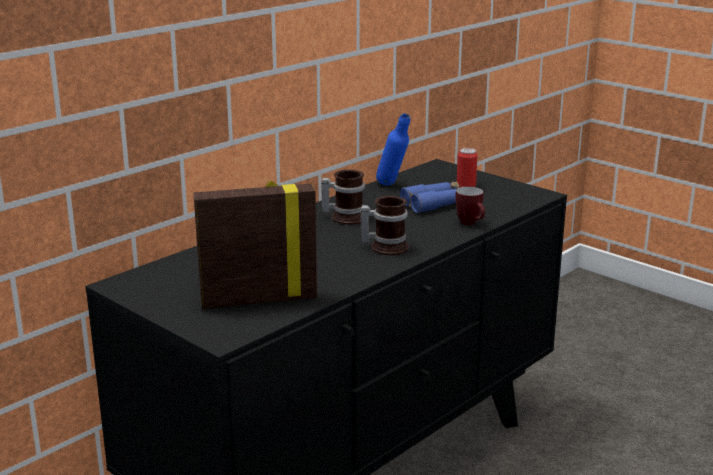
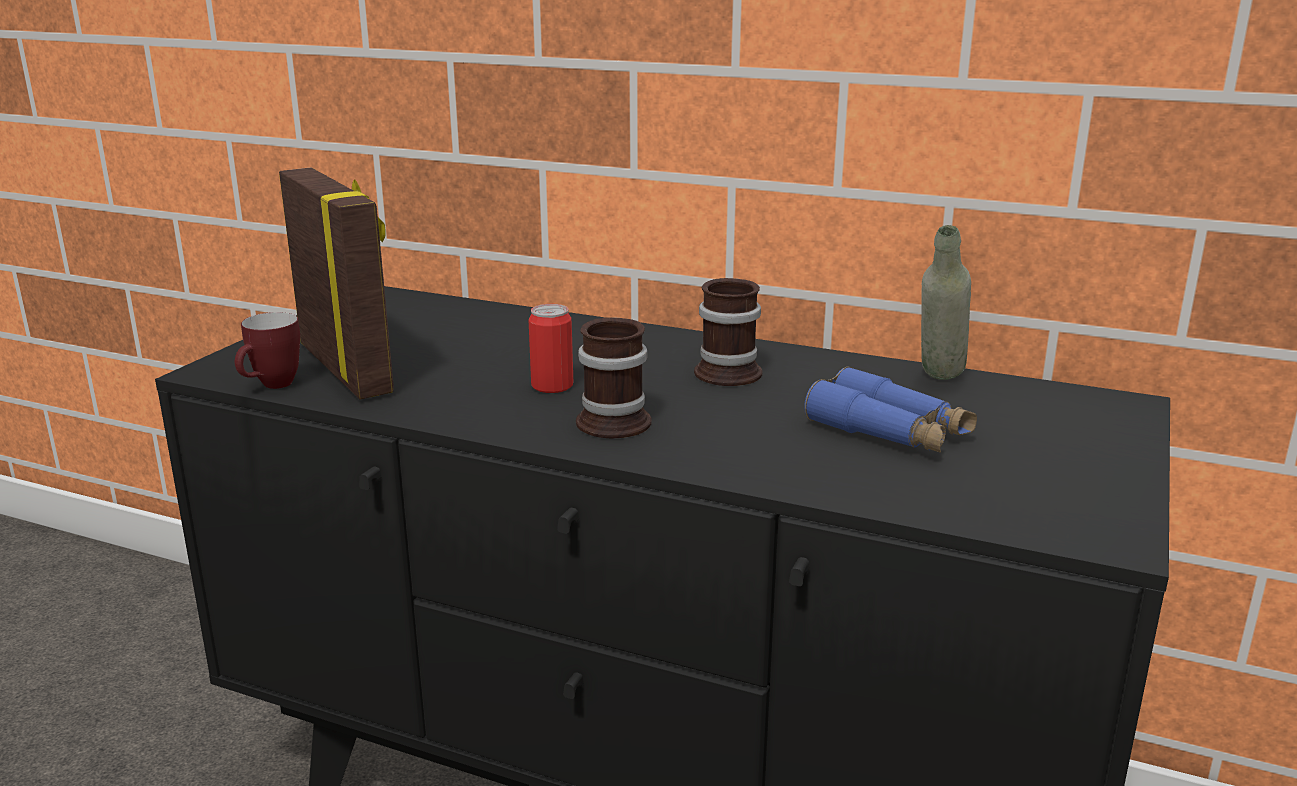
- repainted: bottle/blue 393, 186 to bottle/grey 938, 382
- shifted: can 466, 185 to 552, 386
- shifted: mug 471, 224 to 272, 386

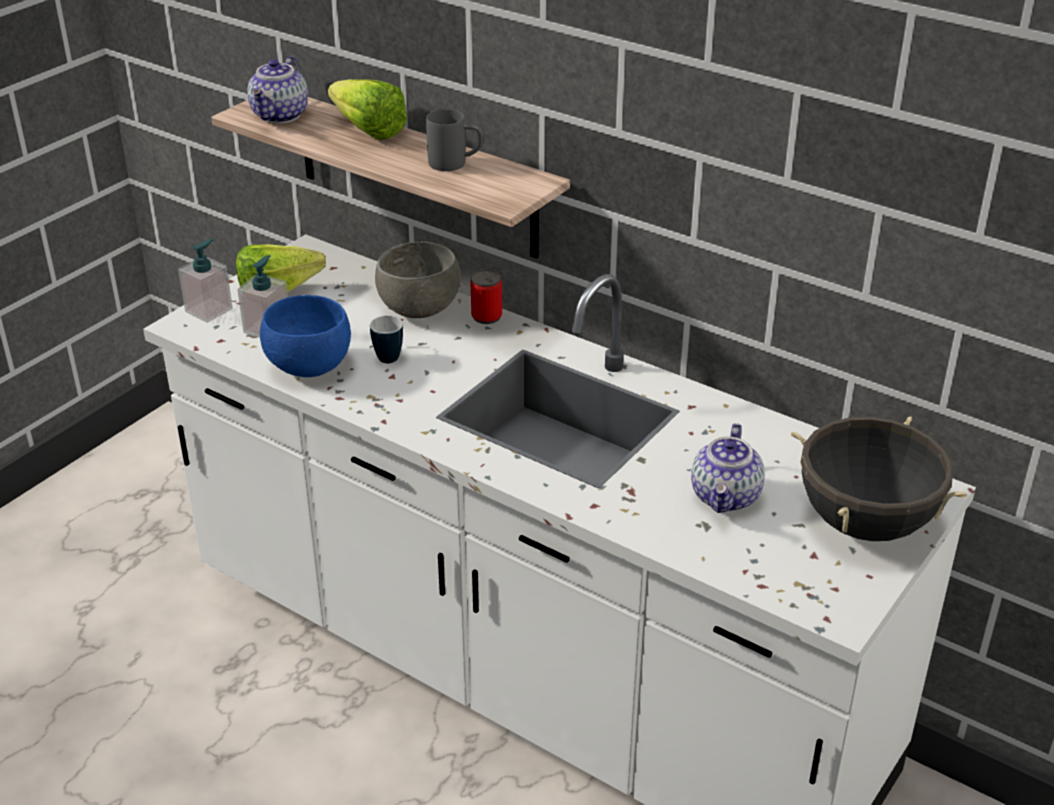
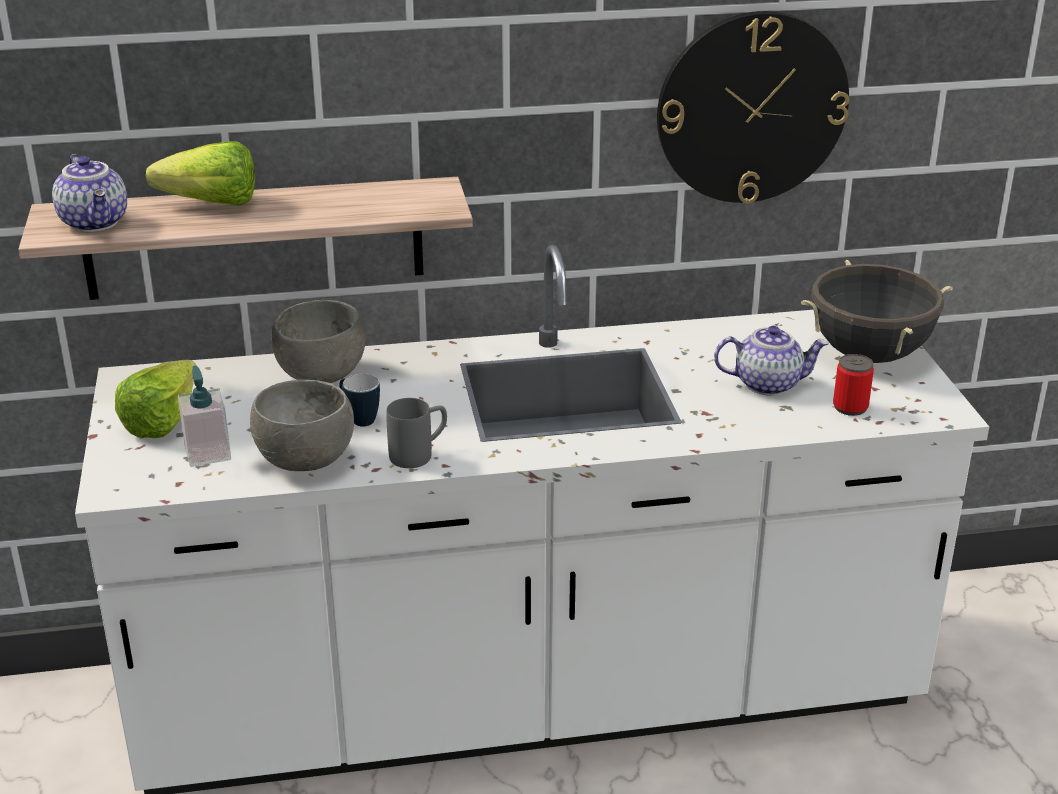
- shifted: mug/grey 456, 164 to 419, 454
- gone: soap dispenser 209, 310
- shifted: can 486, 316 to 850, 407
- repainted: bowl/blue 310, 368 to bowl/grey 307, 461
- rotated: teapot 726, 497 = 768, 383 60 degrees counterclockwise
- new: wall clock 752, 108

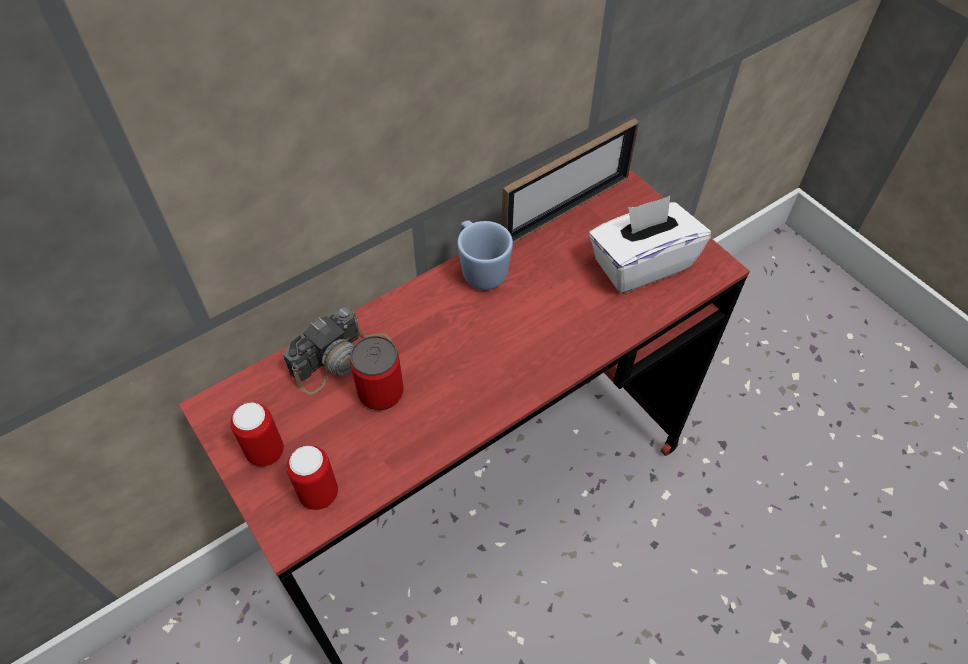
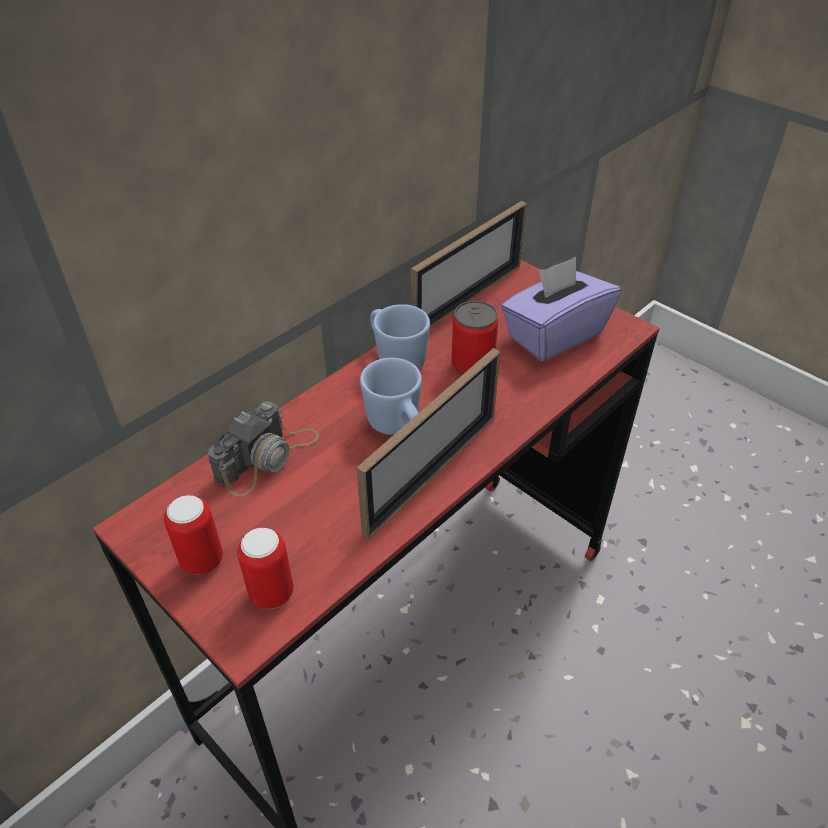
- repainted: tissue box/white 641, 264 to tissue box/purple 554, 335
- shifted: can 381, 392 to 472, 365
- new: picture frame 432, 472
- new: mug/blue 397, 427

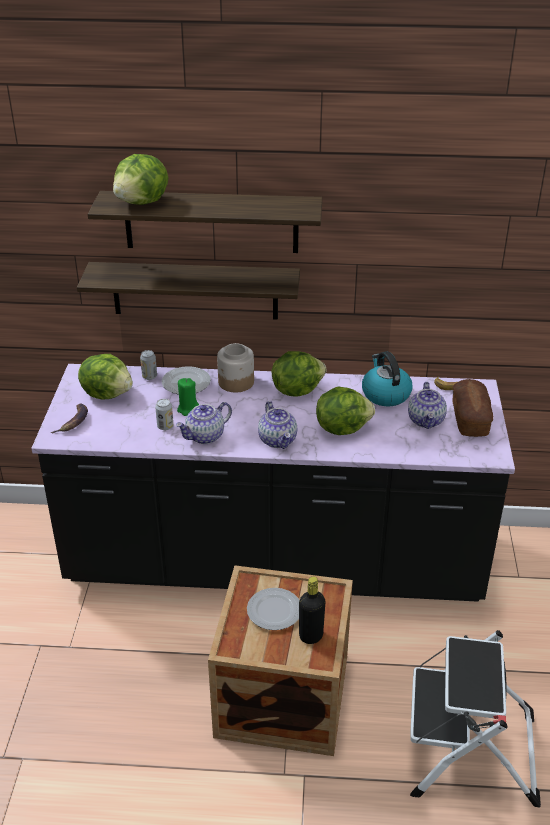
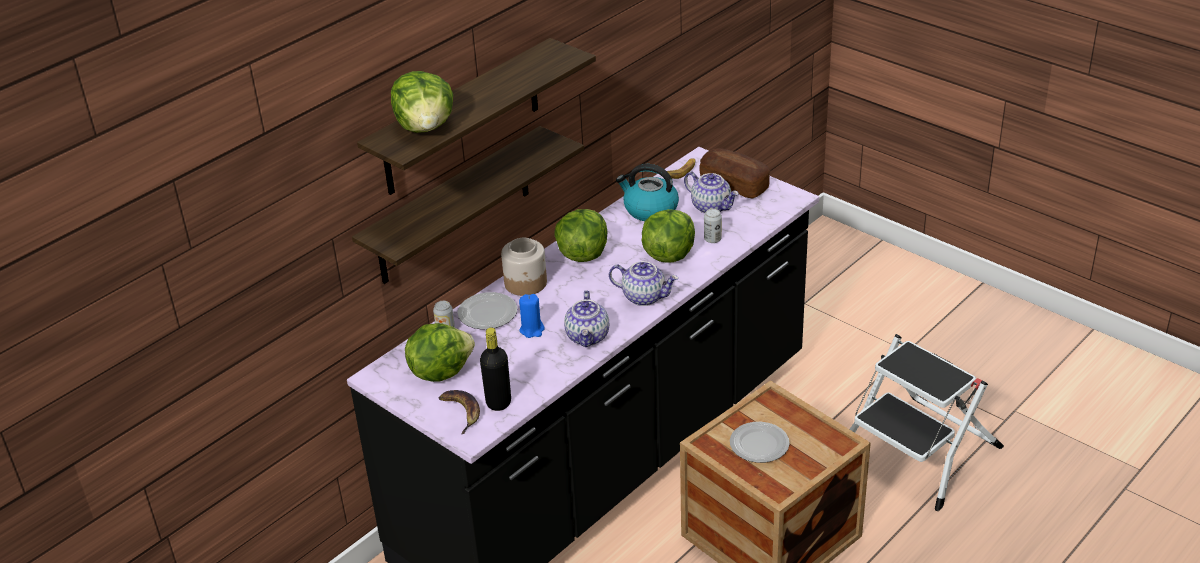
- repainted: candle/green 188, 409 to candle/blue 532, 330
- shifted: can 165, 426 to 712, 239
- shifted: bottle/black 311, 636 to 498, 402

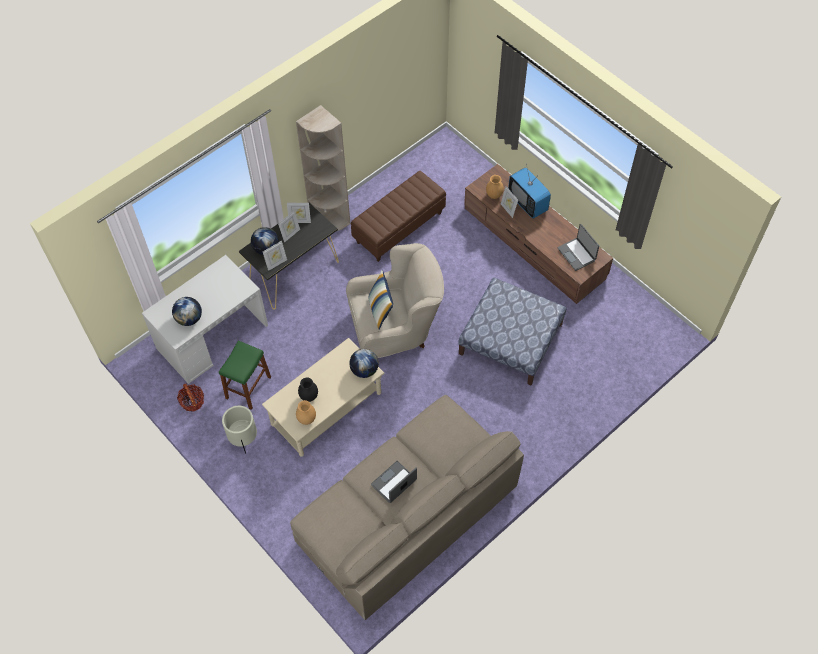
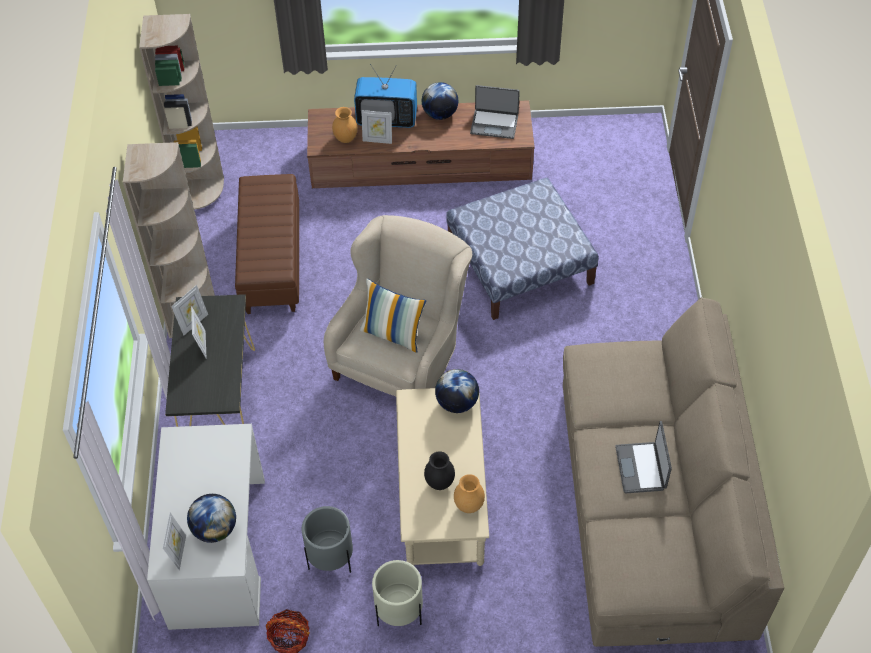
- shifted: globe 266, 249 to 440, 114
- shifted: picture frame 276, 263 to 178, 552
- swapped: stool/green 248, 387 to planter/grey 331, 560
- new: bookcase/beige 201, 197

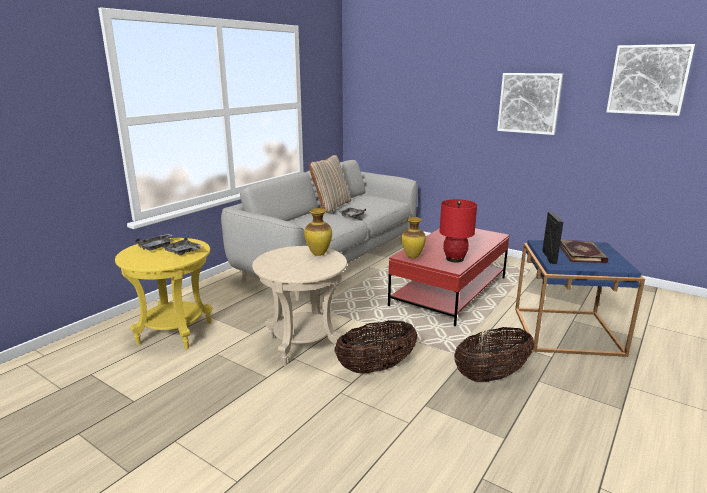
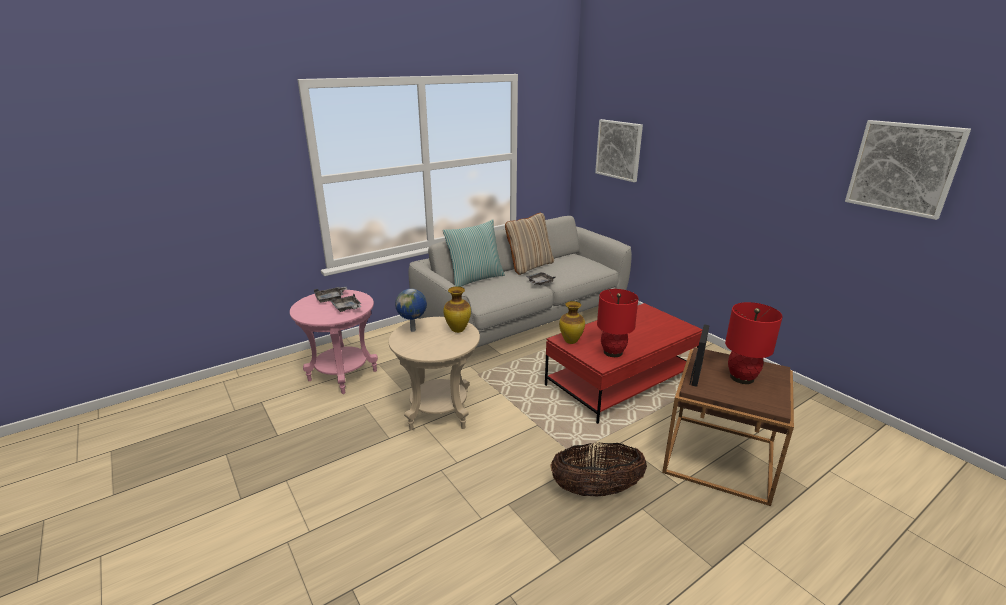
- shifted: picture 529, 103 to 619, 150
- repainted: side table/yellow 175, 332 to side table/pink 342, 375
- repainted: side table/blue 566, 331 to side table/brown 719, 457
- swapped: book 582, 253 to table lamp/red 742, 378
- gone: basket 376, 367
- new: pillow 475, 279
- new: globe 413, 330

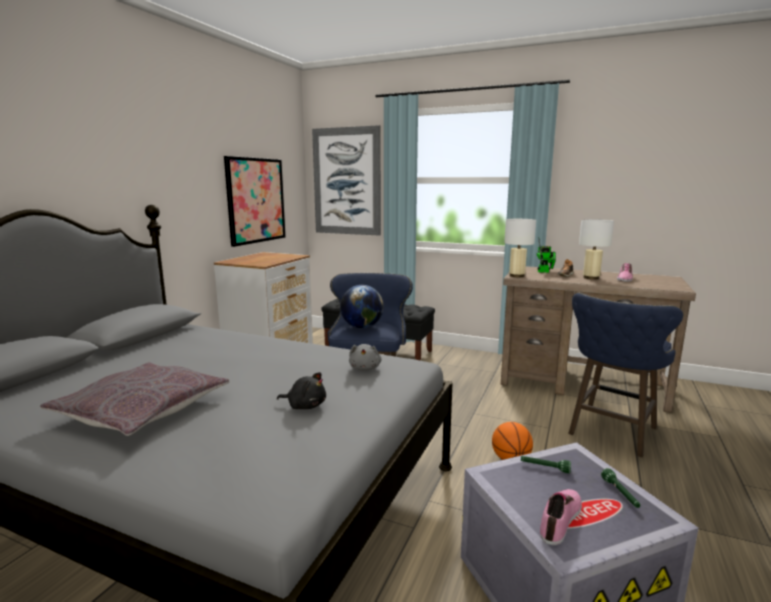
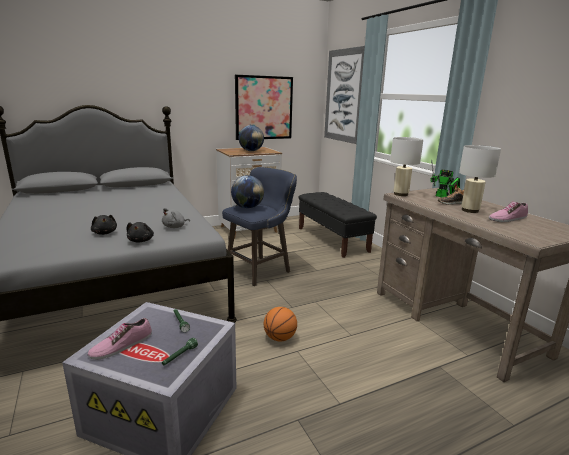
- gone: stool/blue 611, 432
- gone: pillow/grey 142, 410
- rotated: shoe 561, 520 = 121, 345 150 degrees clockwise
- new: globe 251, 151
- new: plush toy/black 141, 240

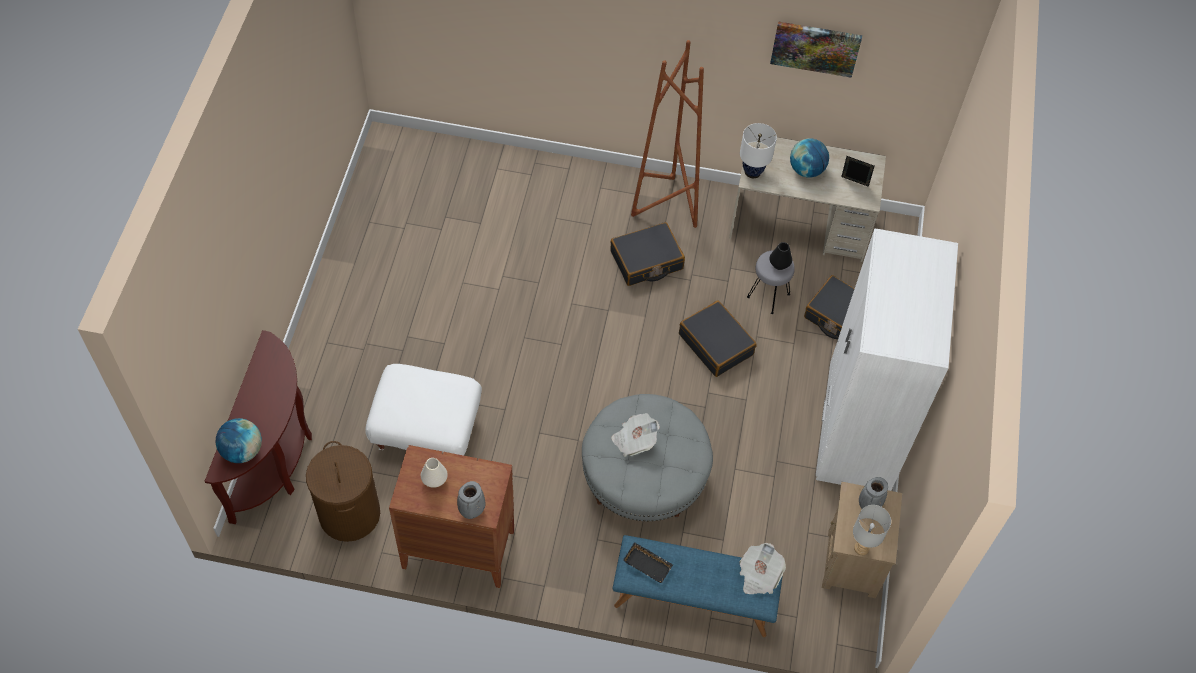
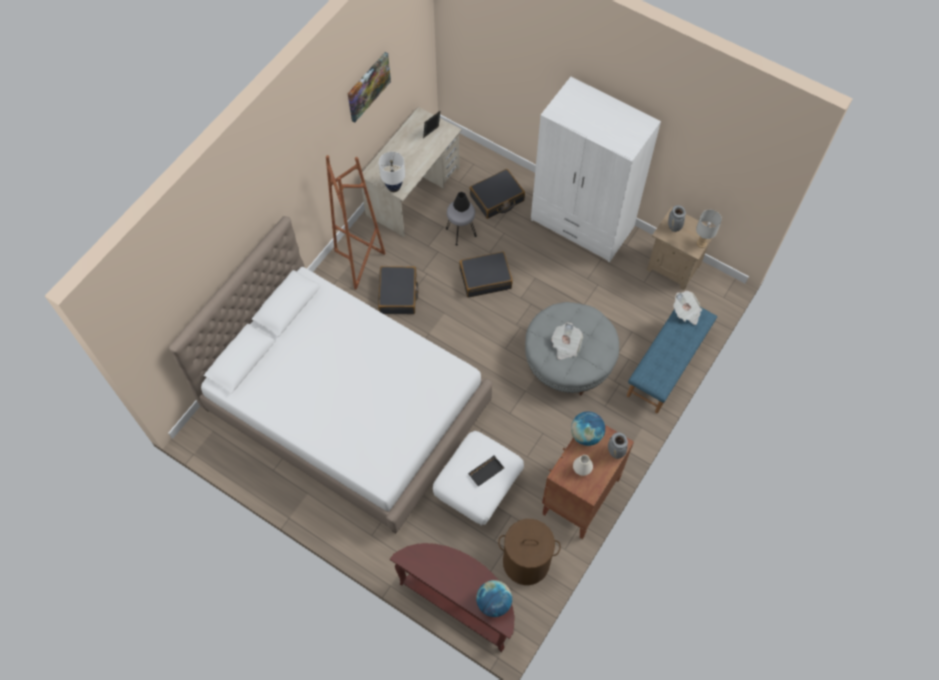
- shifted: globe 806, 170 to 586, 434
- shifted: tray/black 648, 564 to 486, 471
- new: bed/white 346, 405

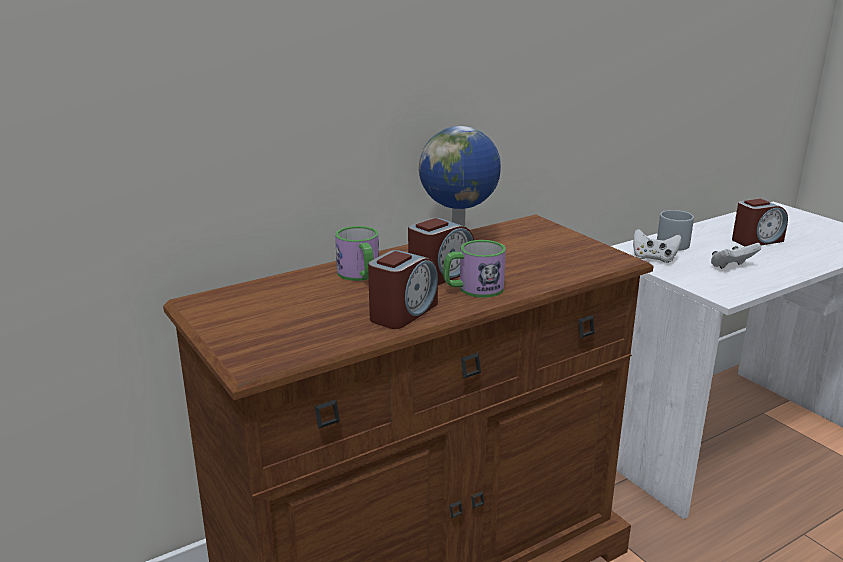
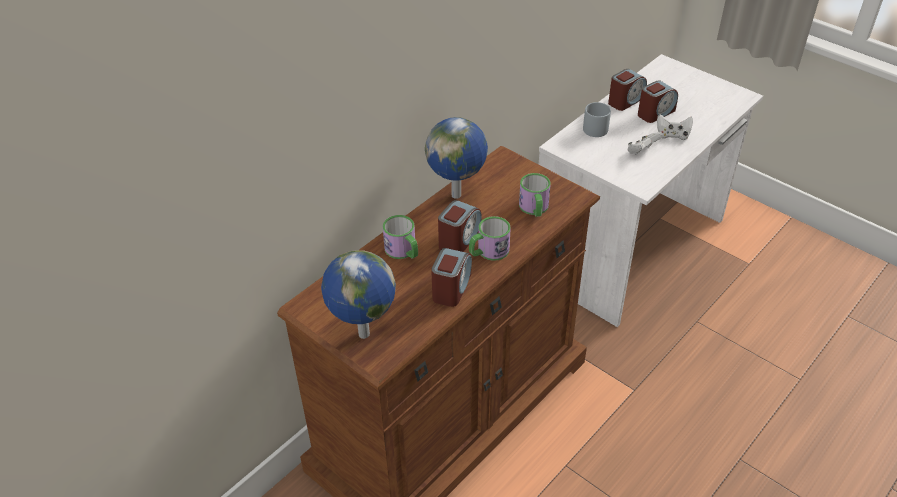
- shifted: game controller/white 653, 258 to 672, 135
- new: alarm clock 625, 101
- new: mug 534, 209
- new: globe 362, 334

